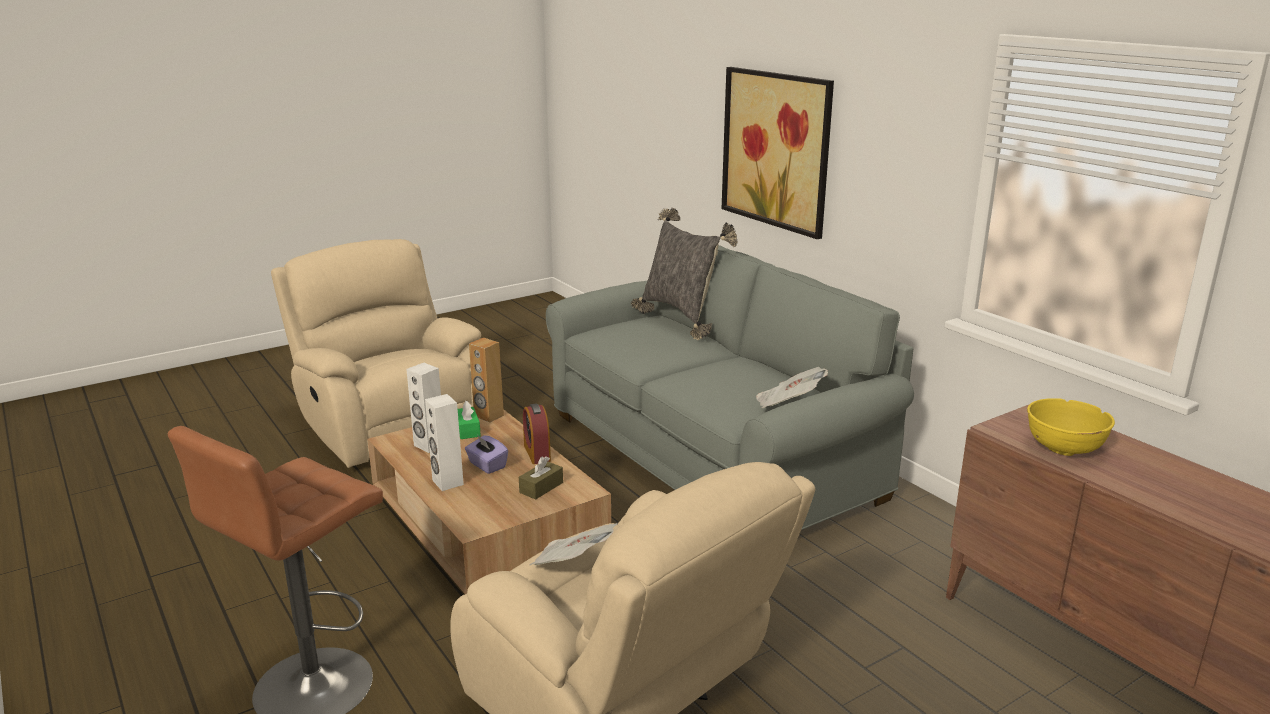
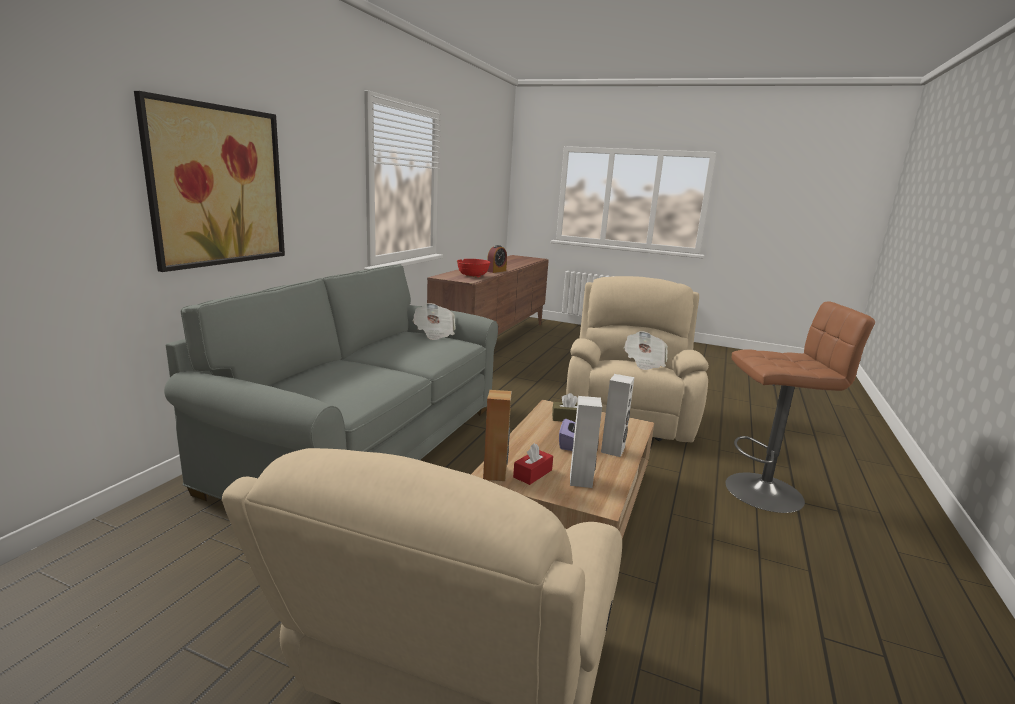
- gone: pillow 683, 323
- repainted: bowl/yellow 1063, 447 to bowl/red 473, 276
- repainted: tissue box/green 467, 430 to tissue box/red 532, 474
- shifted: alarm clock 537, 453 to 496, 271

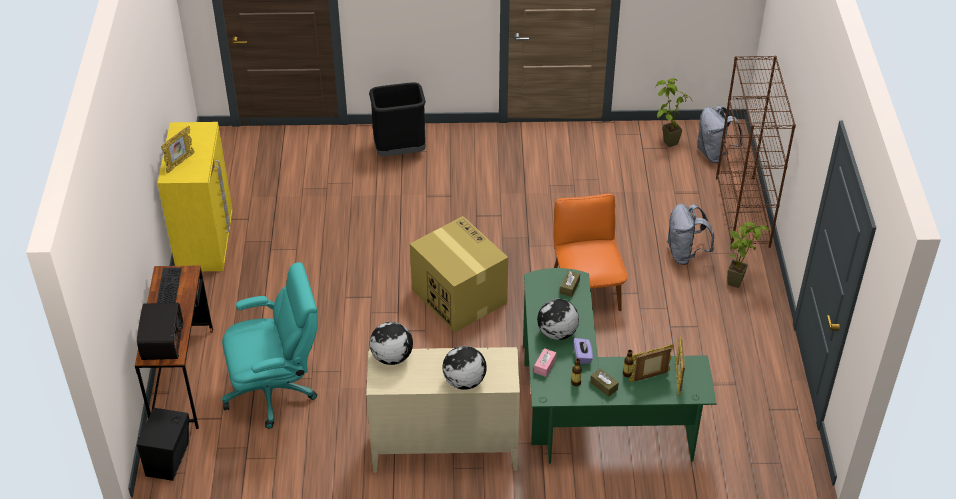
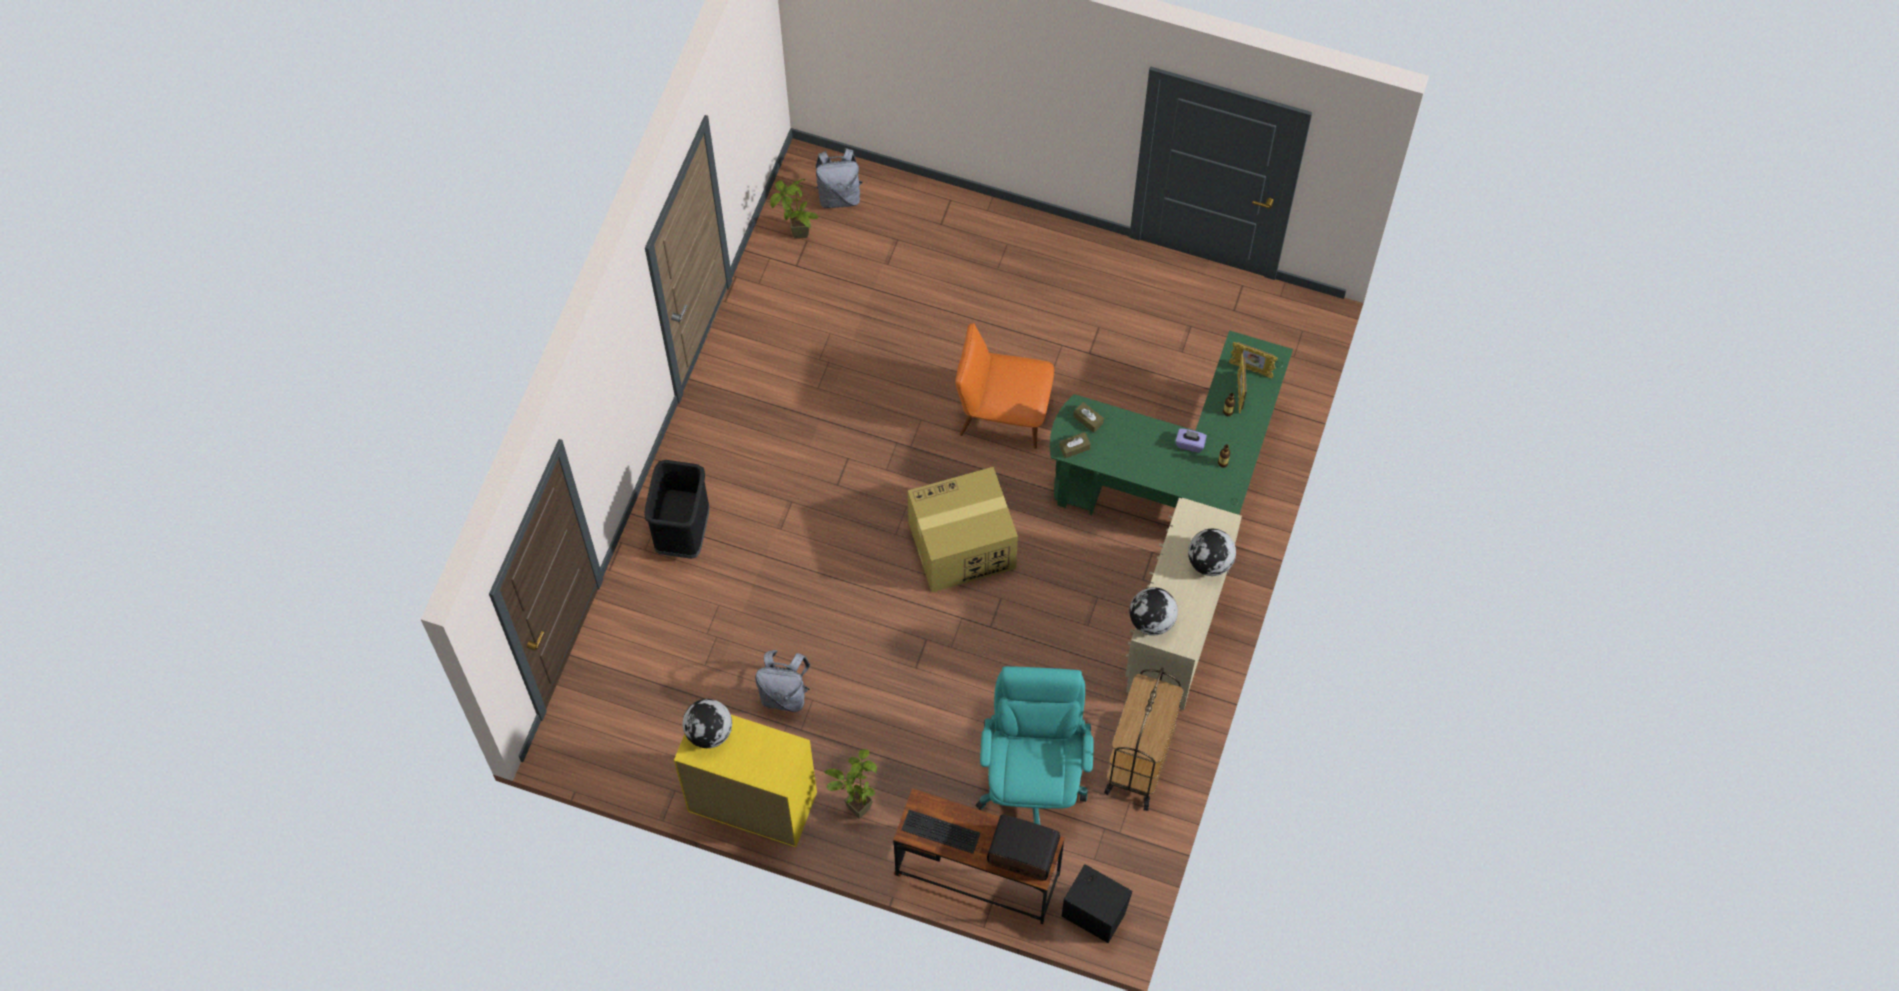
- gone: bookcase/brown 743, 212
- gone: picture frame 180, 163
- shifted: backpack/grey 685, 254 to 784, 694
- shifted: potted plant 738, 280 to 855, 803
- shifted: globe 556, 333 to 709, 732
- gone: tissue box/pink 545, 366
- shifted: tissue box/brown 603, 386 to 1074, 447
- new: cart/brown 1140, 758

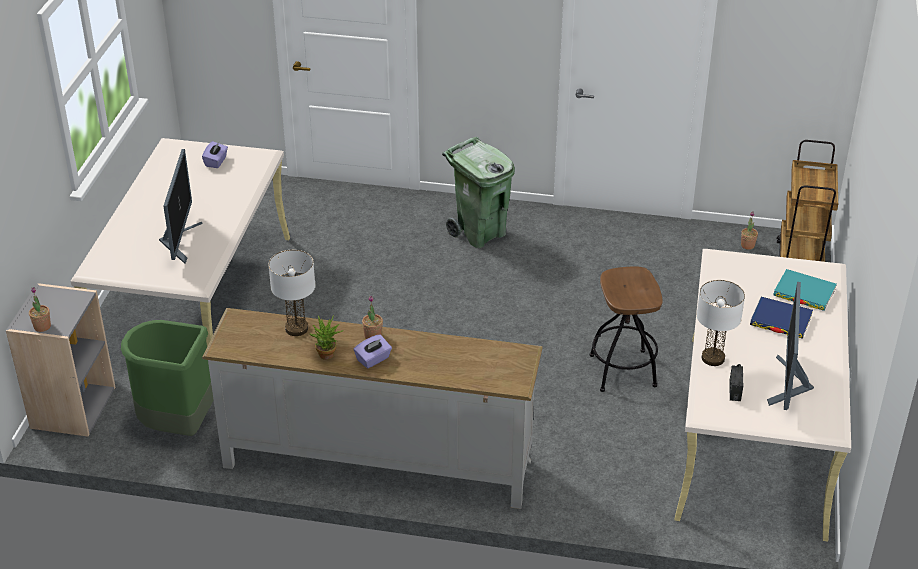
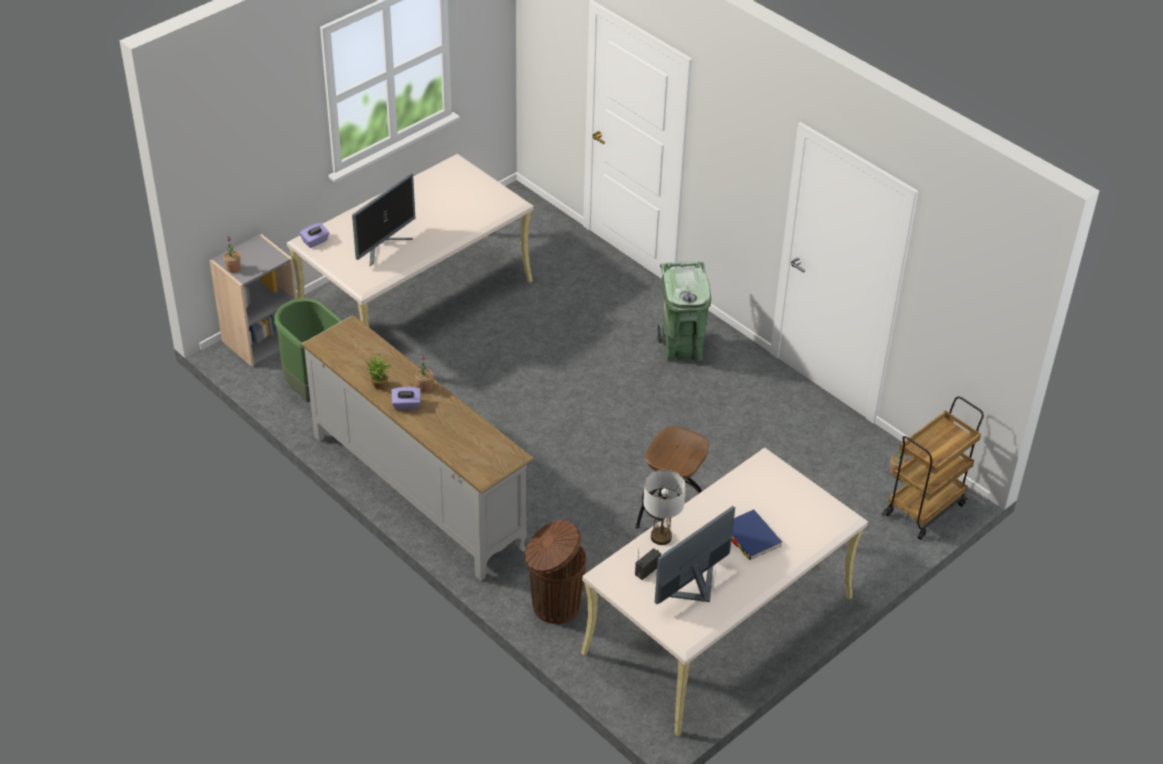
- shifted: tissue box/purple 216, 162 to 315, 241
- gone: table lamp 296, 328
- gone: book/turquoise 804, 293
- new: trash can/brown 554, 605

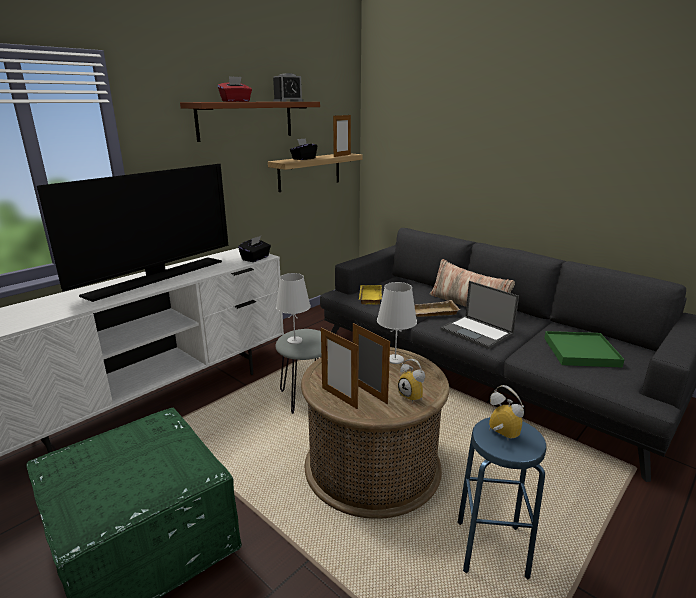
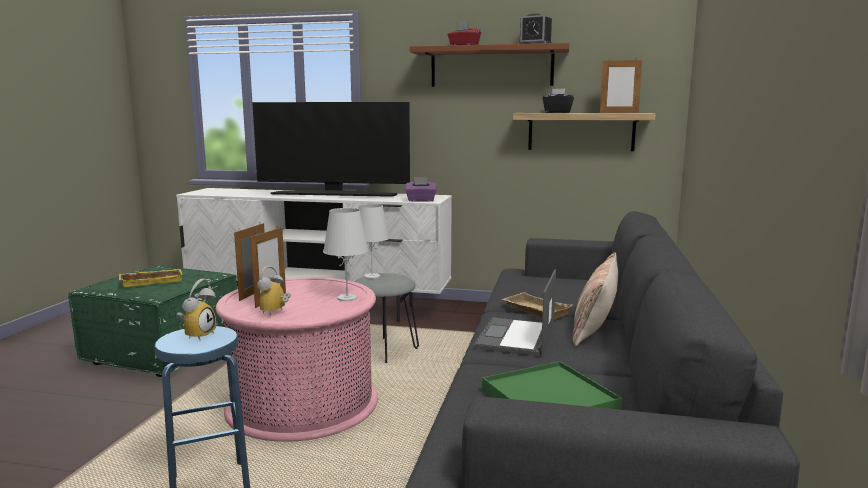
- repainted: tissue box/black 255, 258 to tissue box/purple 421, 200
- shifted: tray/yellow 369, 297 to 152, 281
- repainted: coffee table/brown 372, 465 to coffee table/pink 303, 403

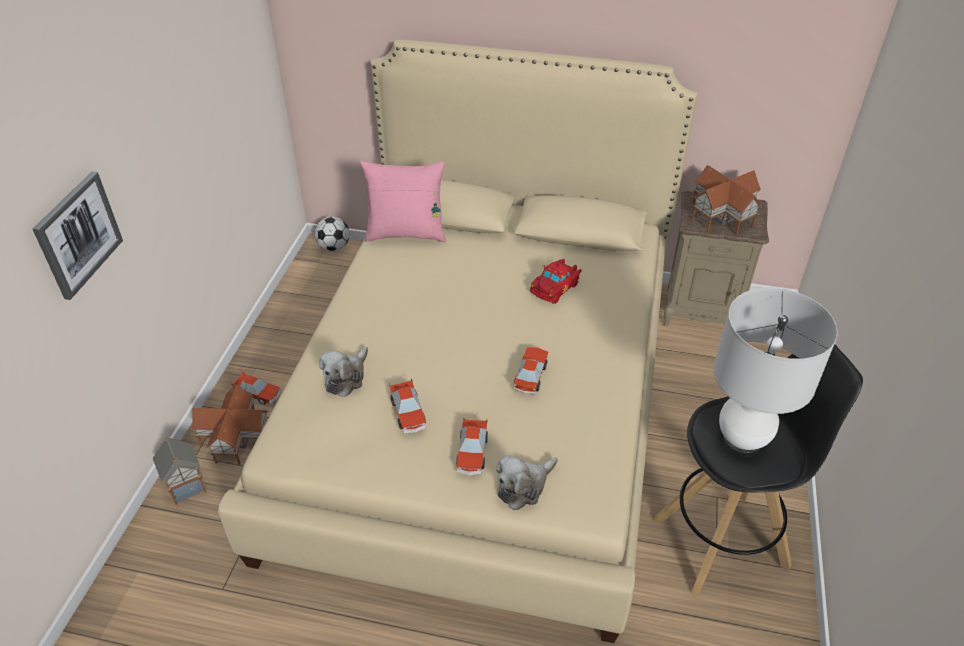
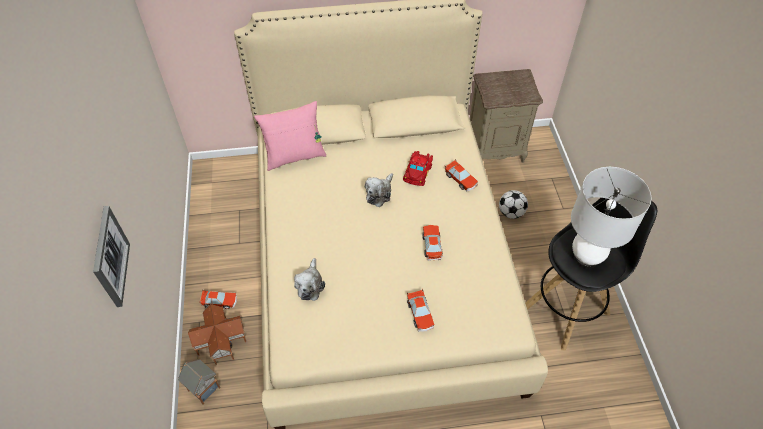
- gone: toy house 722, 216
- shifted: football 334, 247 to 511, 213
- shifted: toy car 408, 413 to 460, 180
- shifted: plush toy 524, 487 to 379, 193

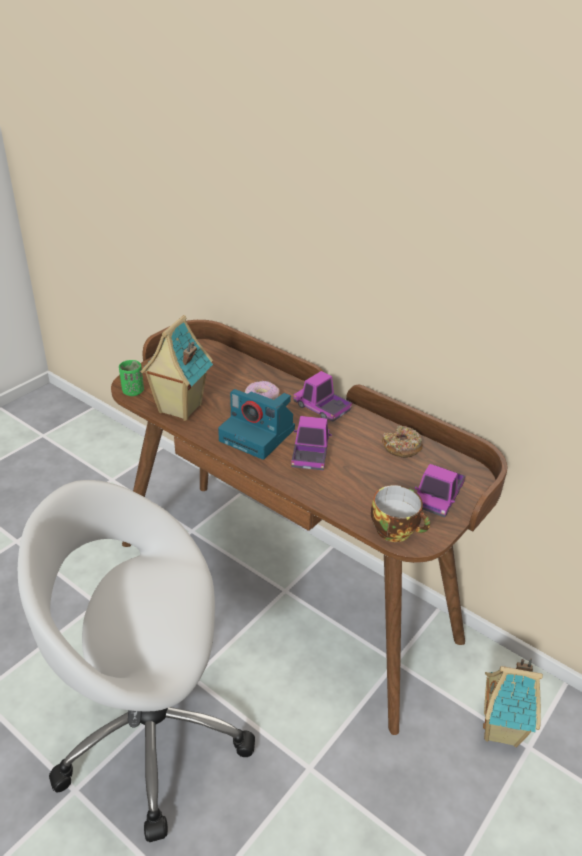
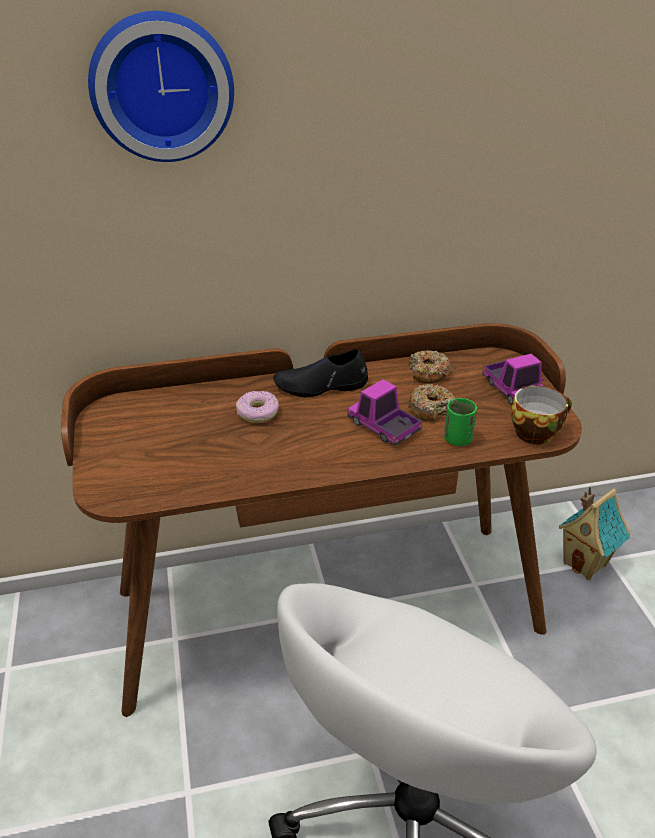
- gone: toy house 179, 409
- shifted: cup/green 133, 391 to 457, 439
- swapped: toy truck 322, 408 to shoe/black 321, 386
- gone: photo camera 259, 435
- new: wall clock 162, 86
- new: donut 431, 409

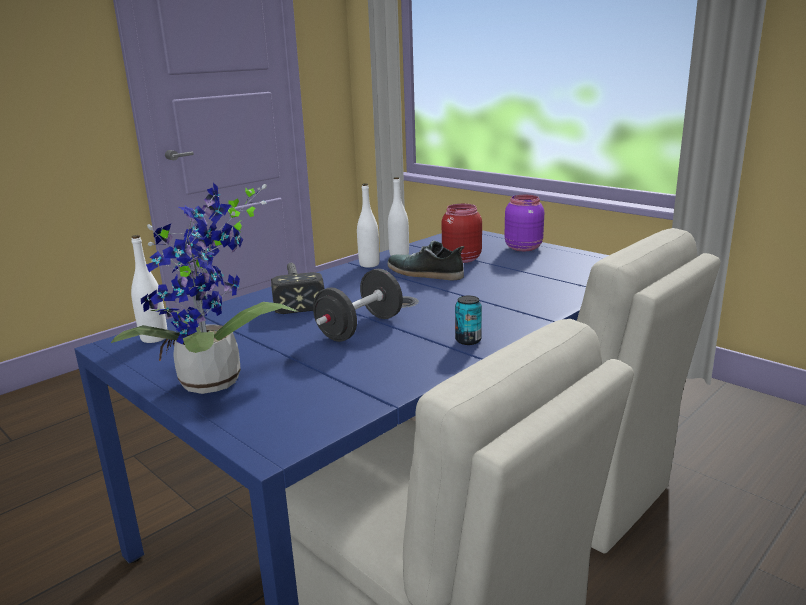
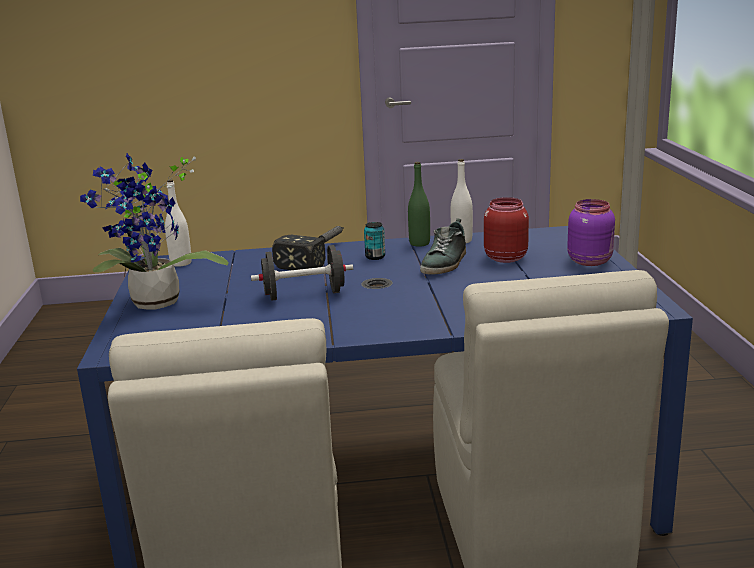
- repainted: bottle/white 369, 264 to bottle/green 419, 243
- rotated: shoe 424, 273 = 445, 263 135 degrees counterclockwise
- shifted: can 468, 340 to 375, 257

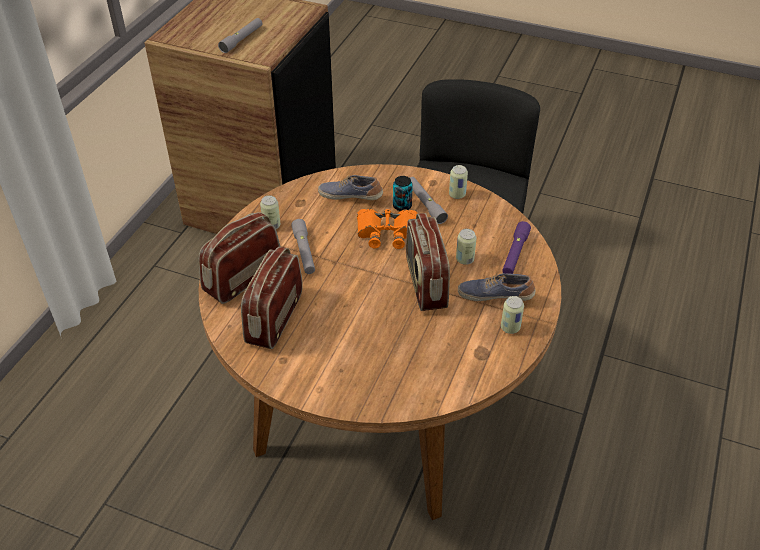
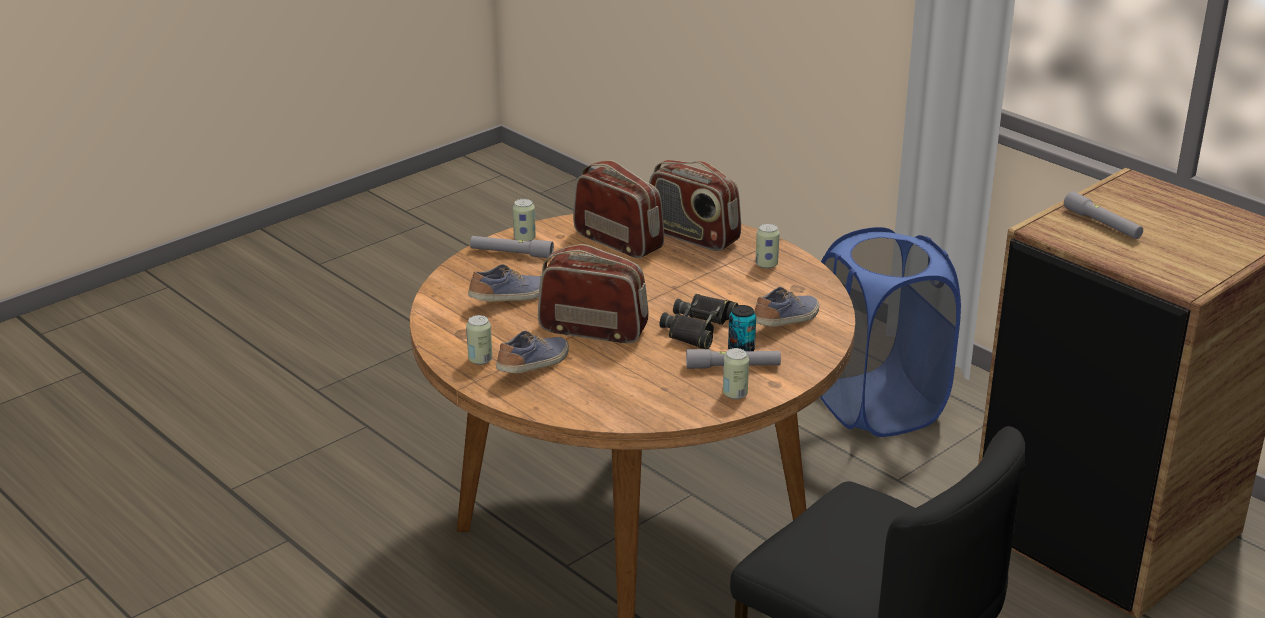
- repainted: binoculars/orange 387, 232 to binoculars/black 698, 328
- rotated: radio 242, 278 = 692, 236 150 degrees clockwise
- shifted: flashlight/grey 304, 251 to 511, 253
- gone: flashlight/purple 515, 254
- shifted: can 464, 259 to 524, 238
- new: laundry basket/blue 877, 405
- new: shoe 510, 298

